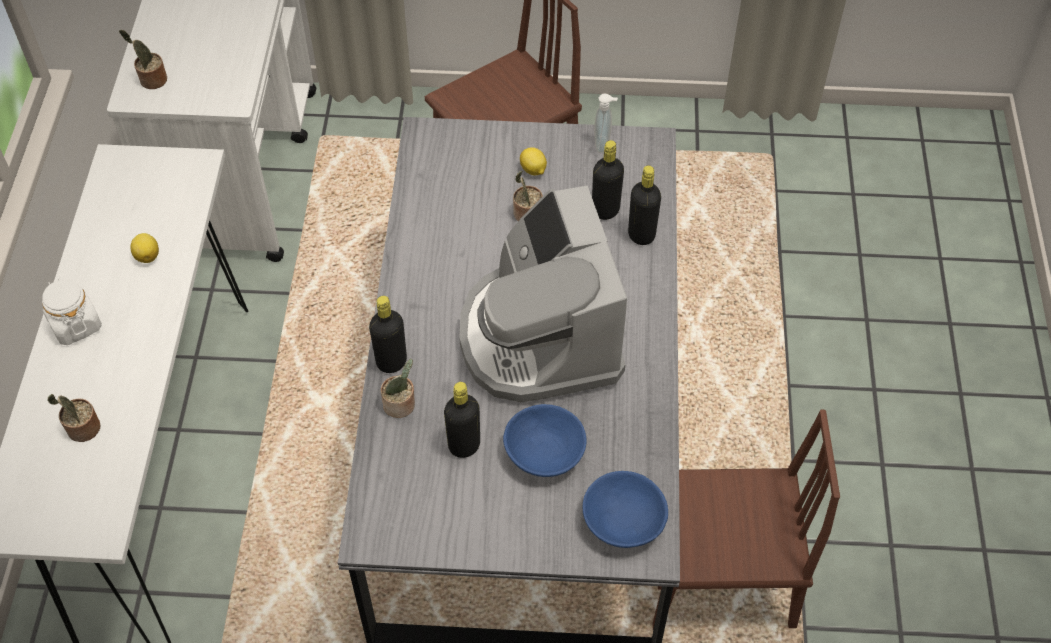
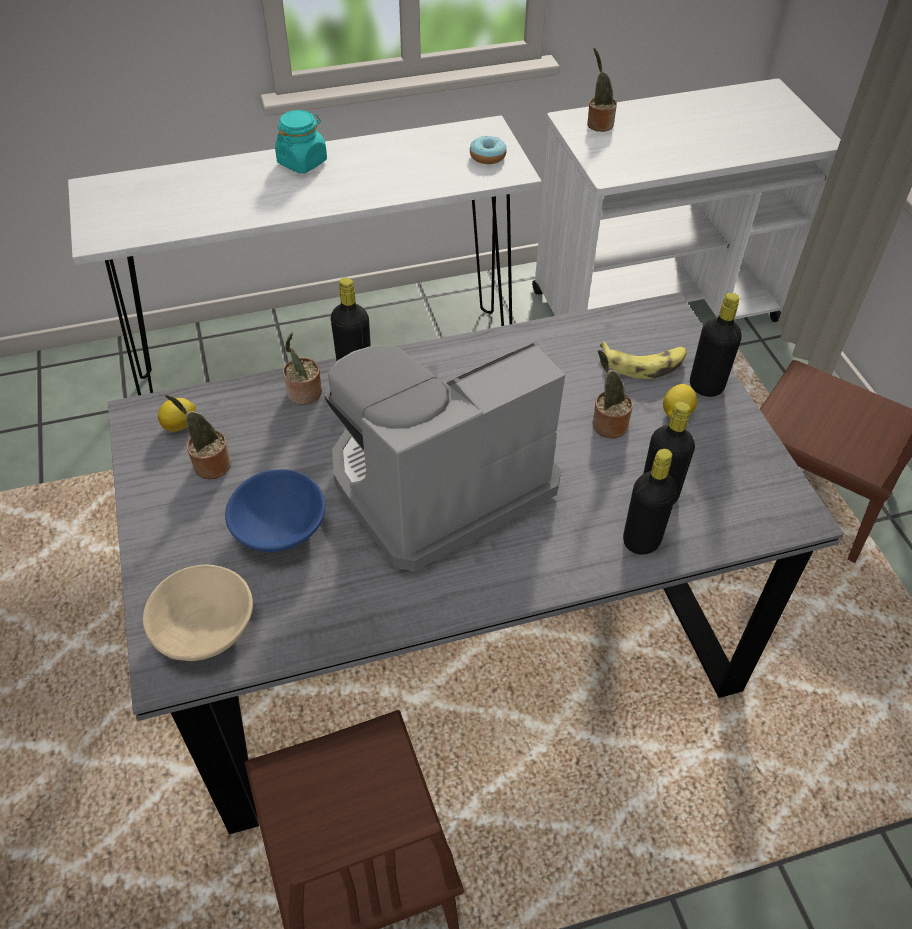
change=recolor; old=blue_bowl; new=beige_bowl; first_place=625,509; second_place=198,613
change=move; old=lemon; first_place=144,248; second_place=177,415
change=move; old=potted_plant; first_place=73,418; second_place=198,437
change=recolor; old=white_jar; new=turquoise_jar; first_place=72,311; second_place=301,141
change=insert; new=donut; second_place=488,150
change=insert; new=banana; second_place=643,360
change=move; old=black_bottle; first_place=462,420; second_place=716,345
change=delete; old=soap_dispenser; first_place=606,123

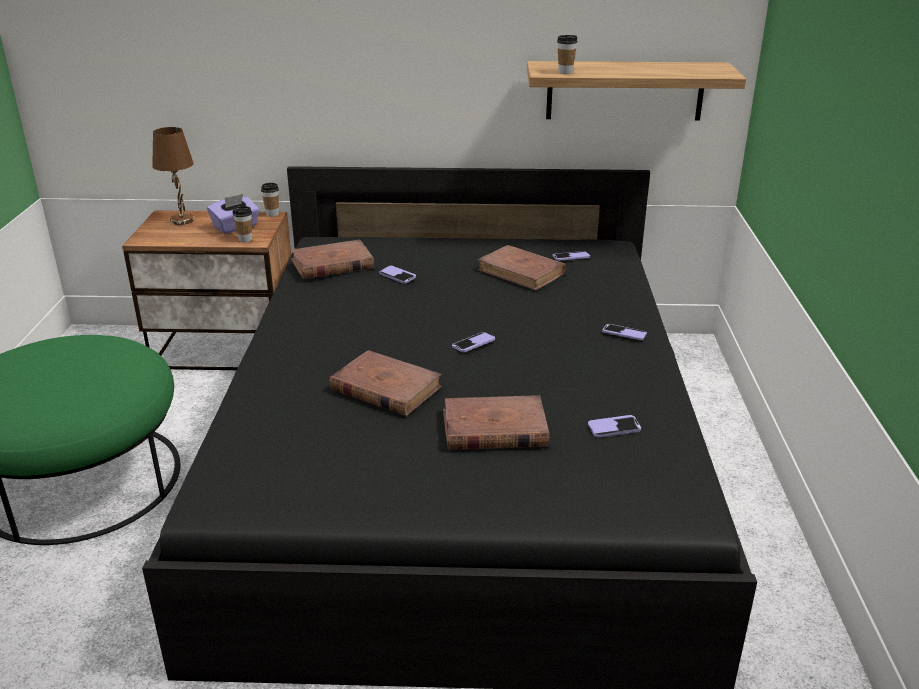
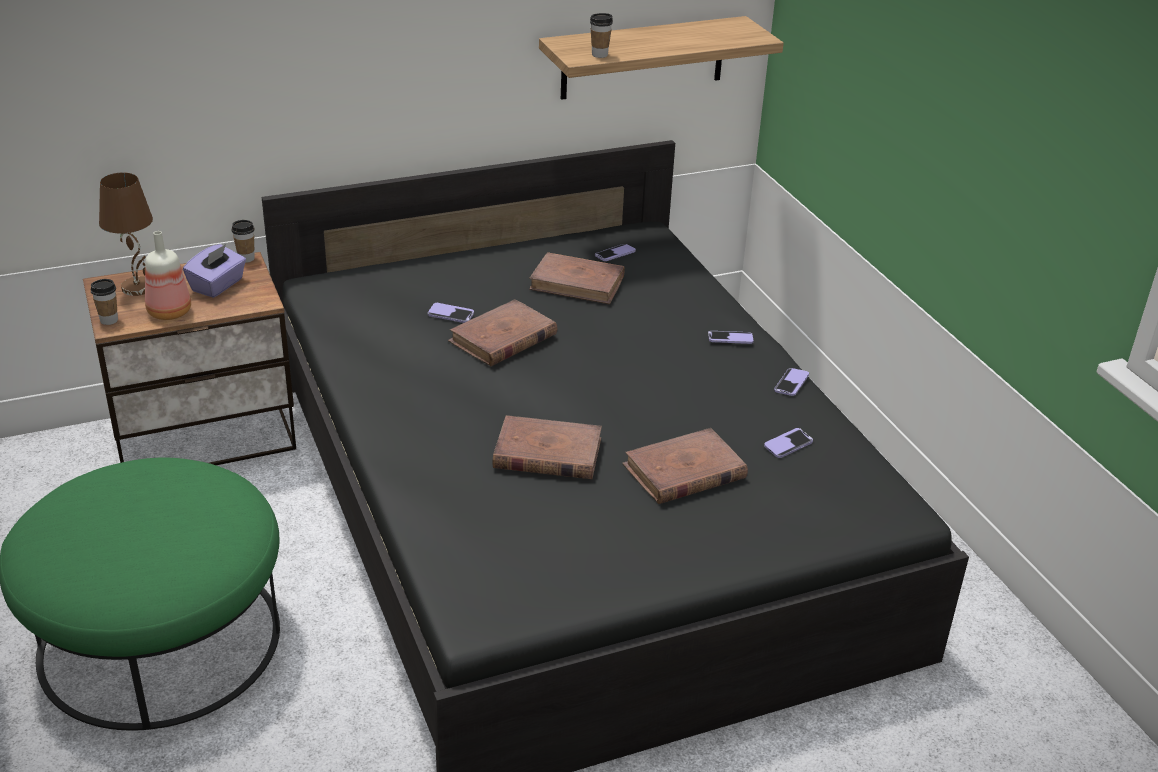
change=move; old=cup; first_place=242,224; second_place=104,302
change=insert; new=bottle; second_place=168,275
change=move; old=brown_book; first_place=332,259; second_place=502,332
change=move; old=phone; first_place=473,342; second_place=791,382

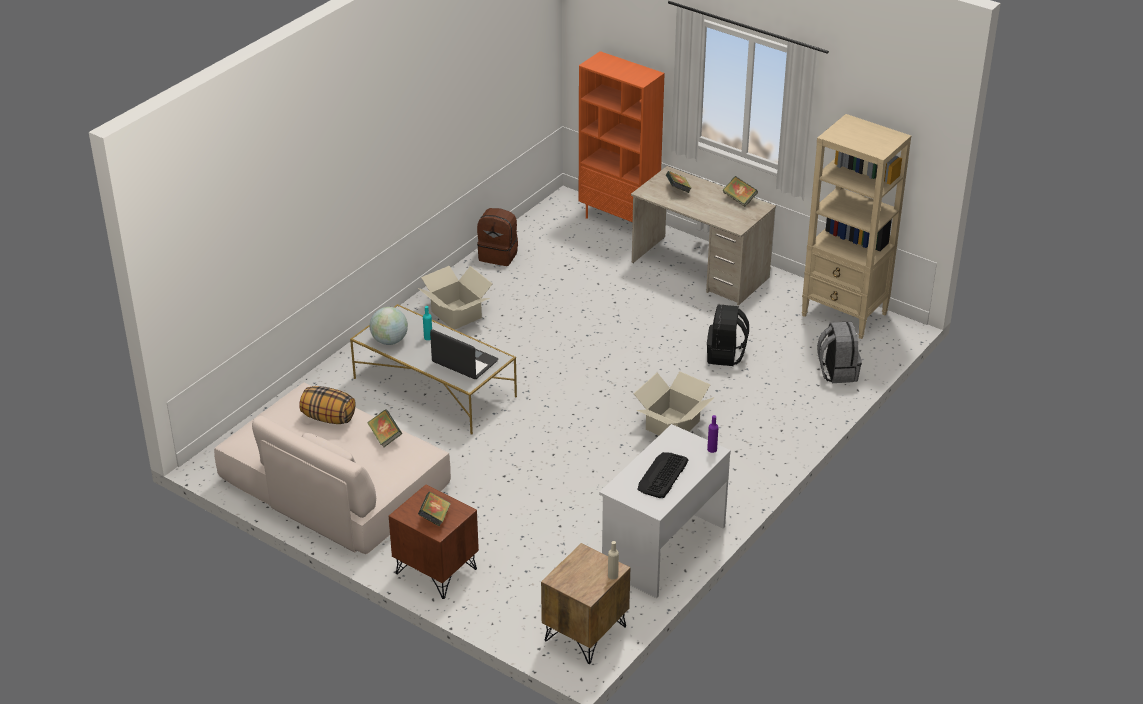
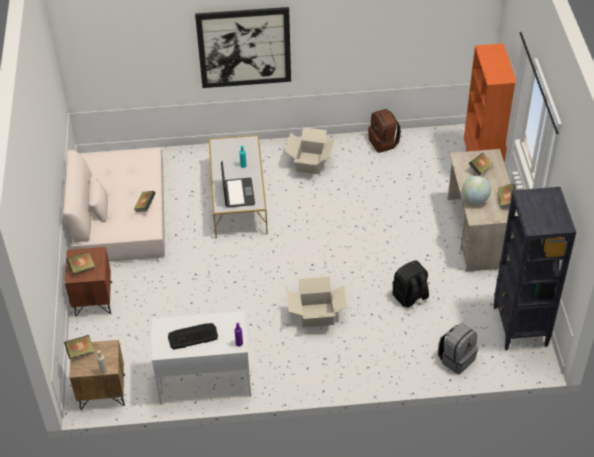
change=insert; new=book; second_place=79,347
change=insert; new=picture; second_place=243,47
change=move; old=globe; first_place=388,326; second_place=476,189
change=recolor; old=beige_bookcase; new=black_bookcase; first_place=856,226; second_place=534,268
change=delete; old=pillow; first_place=327,405

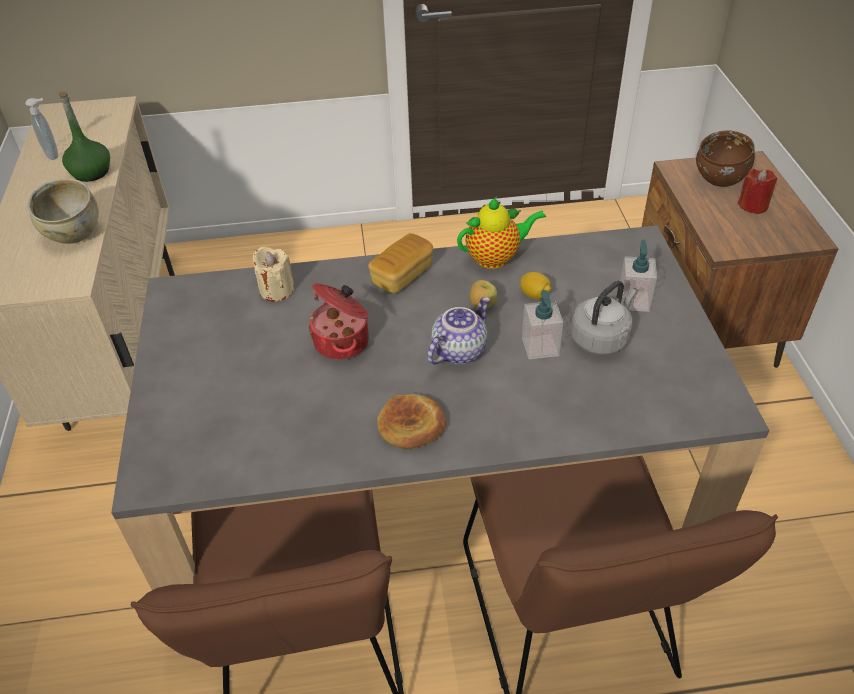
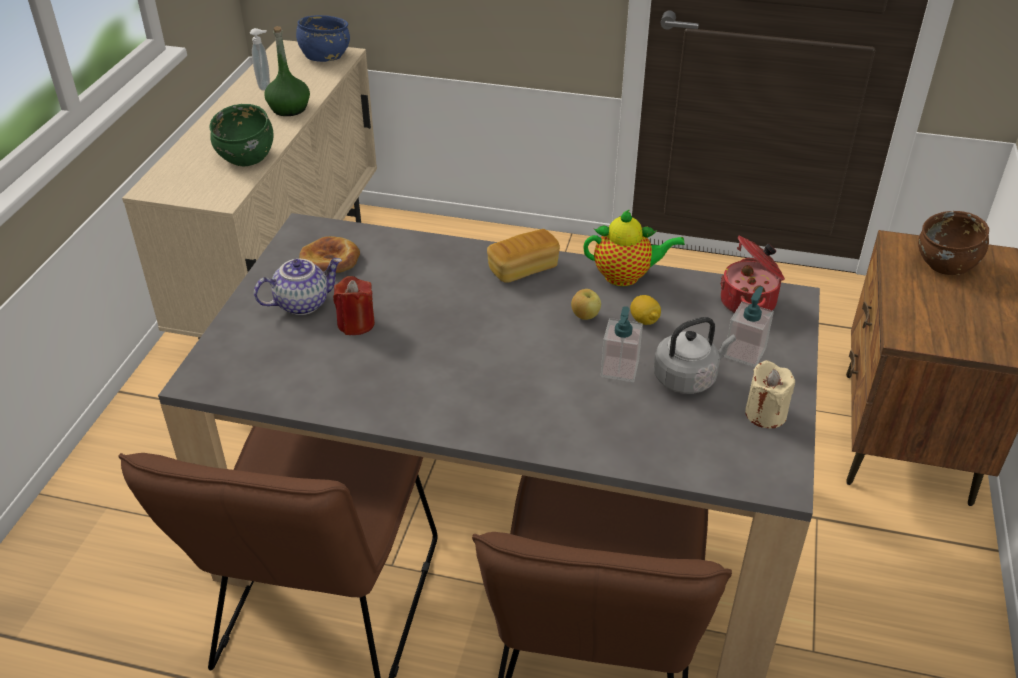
change=recolor; old=beige_bowl; new=green_bowl; first_place=63,211; second_place=241,135
change=move; old=teapot; first_place=458,331; second_place=298,286
change=insert; new=blue_bowl; second_place=323,38
change=move; old=bread; first_place=411,421; second_place=329,254
change=move; old=red_candle; first_place=757,191; second_place=354,305
change=move; old=cooking_pot; first_place=338,321; second_place=752,274
change=move; old=beige_candle; first_place=273,274; second_place=770,394

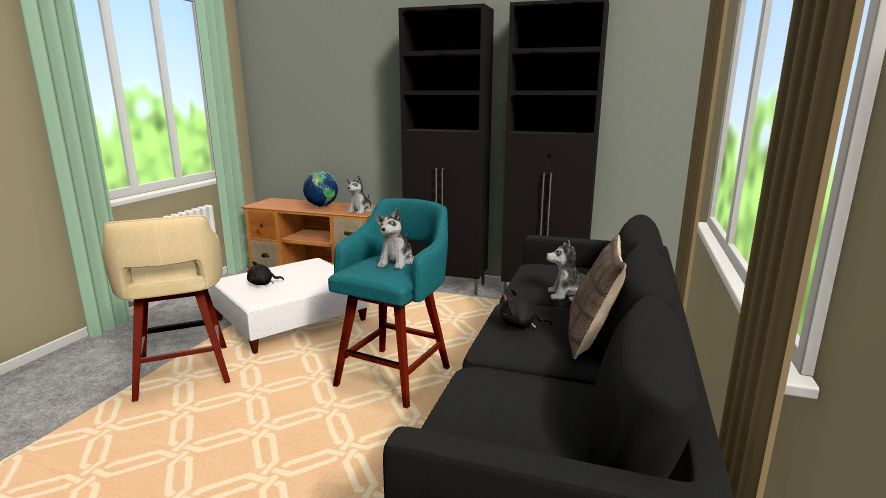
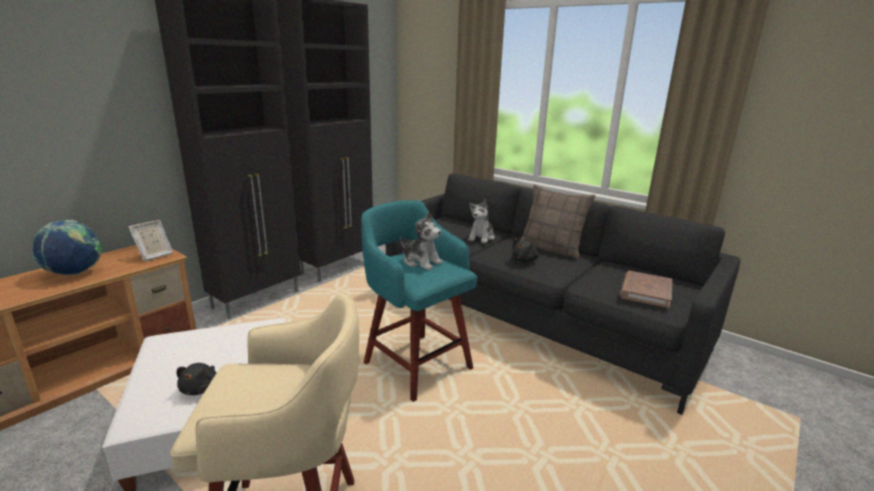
change=replace; old=plush_toy; new=picture_frame; first_place=359,195; second_place=150,240
change=insert; new=brown_book; second_place=646,289

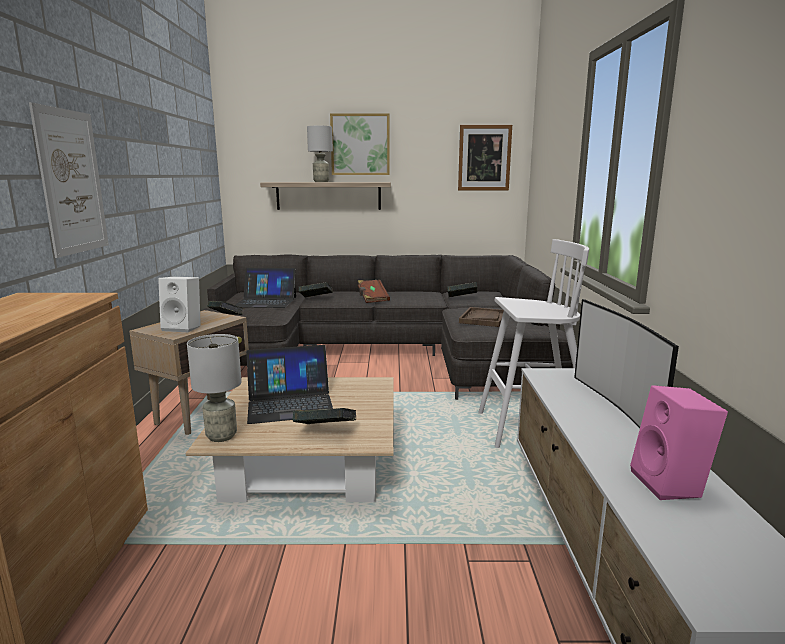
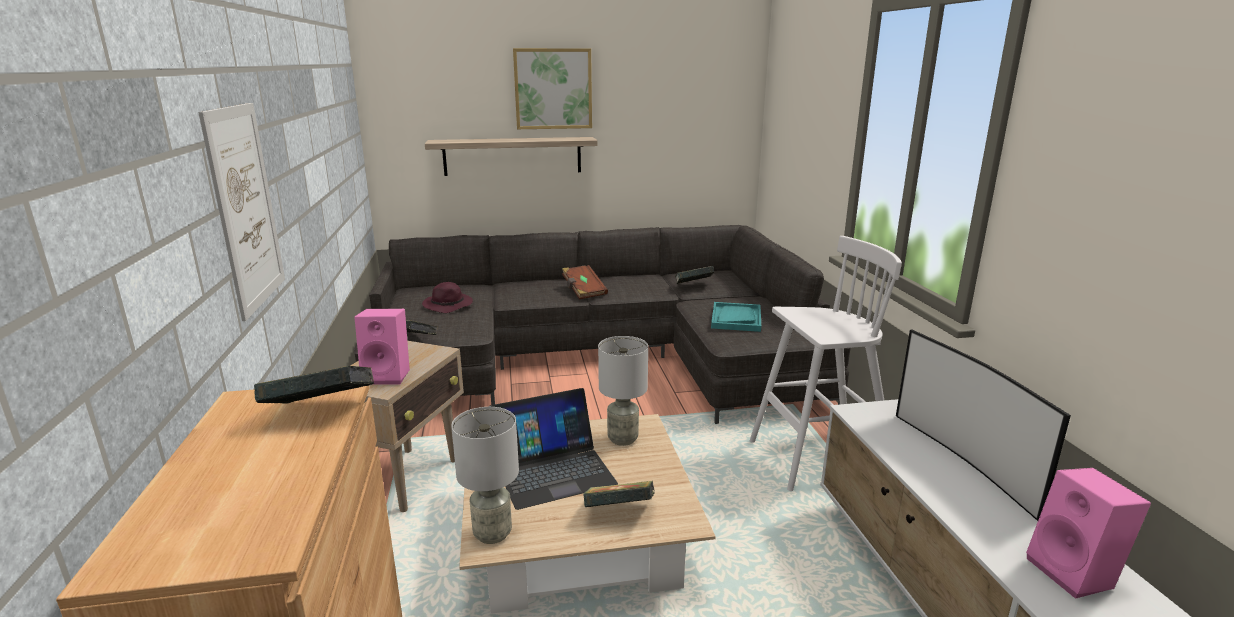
change=move; old=book; first_place=316,290; second_place=314,385
change=recolor; old=white_speaker; new=pink_speaker; first_place=179,304; second_place=382,347
change=replace; old=laptop; new=purple_hat; first_place=265,288; second_place=447,297
change=move; old=grey_table_lamp; first_place=320,154; second_place=623,391
change=recolor; old=brown_tray; new=turquoise_tray; first_place=481,317; second_place=736,317
change=delete; old=picture; first_place=485,157

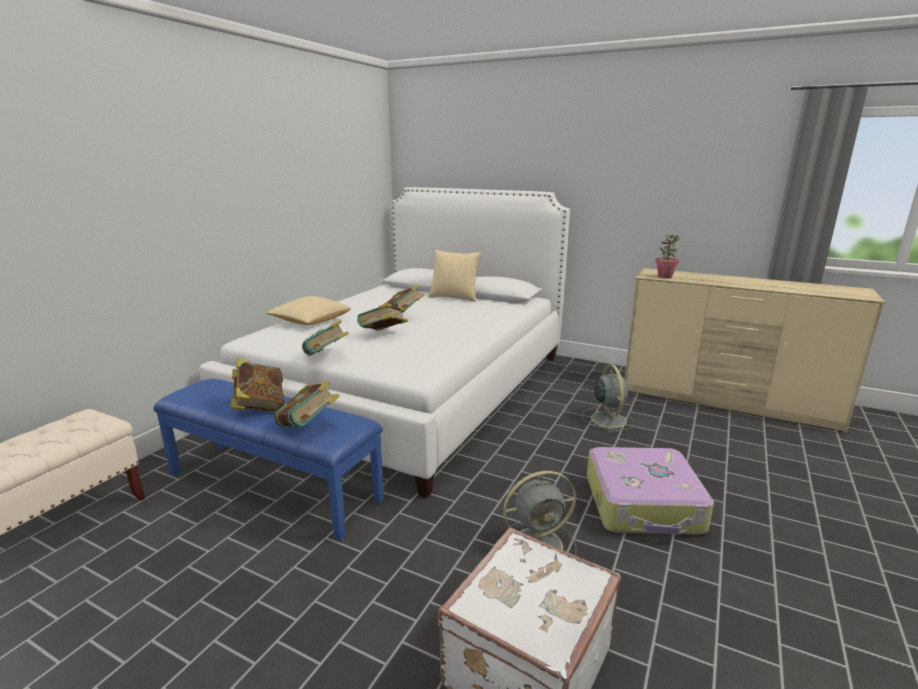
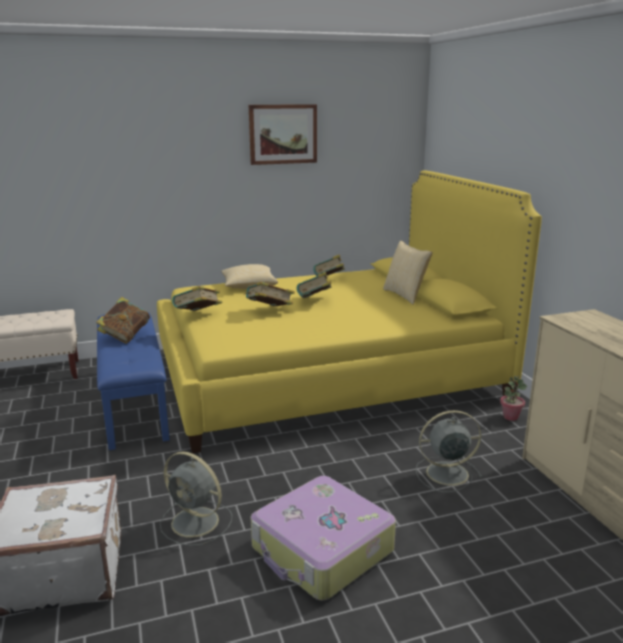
change=recolor; old=white_bed; new=yellow_bed; first_place=384,342; second_place=349,312
change=insert; new=picture; second_place=283,134
change=move; old=book; first_place=307,404; second_place=329,265
change=rotate; old=grey_fan; first_place=608,399; second_place=449,451; degrees=-135
change=move; old=potted_plant; first_place=667,256; second_place=513,398

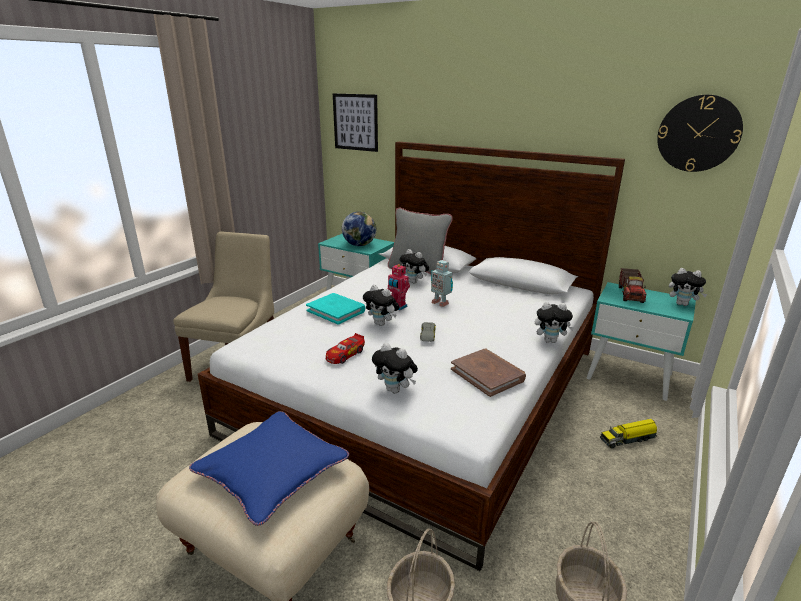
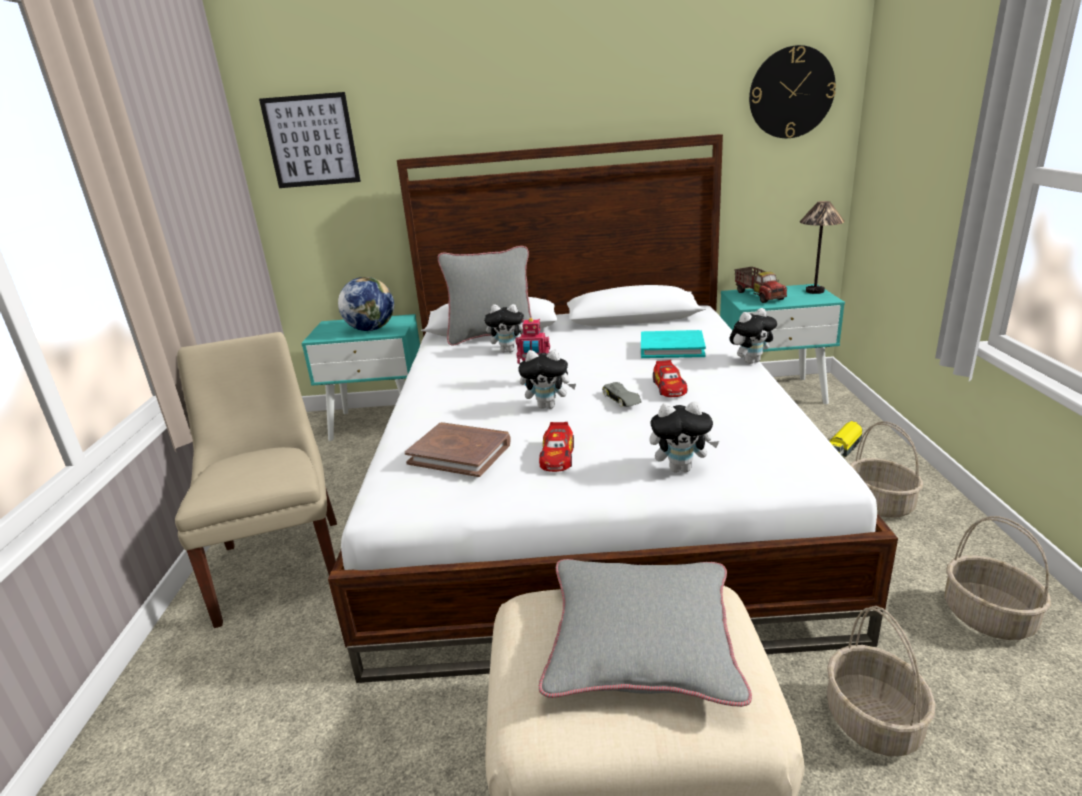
change=move; old=brown_book; first_place=488,373; second_place=458,449
change=recolor; old=blue_pillow; new=grey_pillow; first_place=269,468; second_place=645,633
change=move; old=turquoise_book; first_place=336,309; second_place=673,344
change=insert; new=toy_car; second_place=670,378
change=replace; old=plush_toy; new=table_lamp; first_place=688,287; second_place=822,247
change=insert; new=basket; second_place=886,469
change=delete; old=toy_robot; first_place=442,283

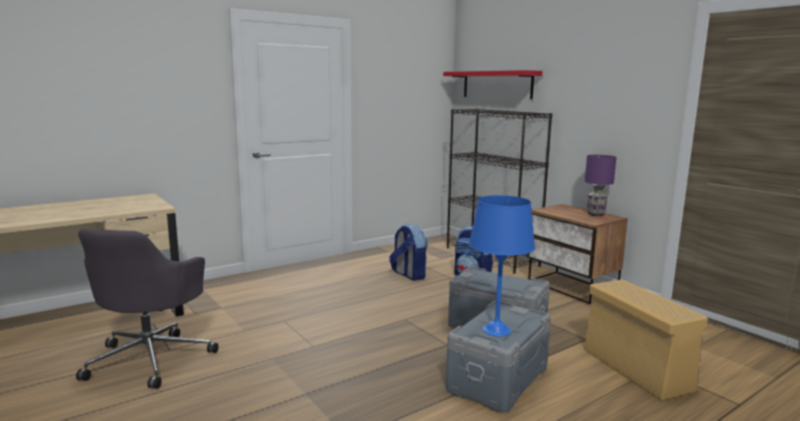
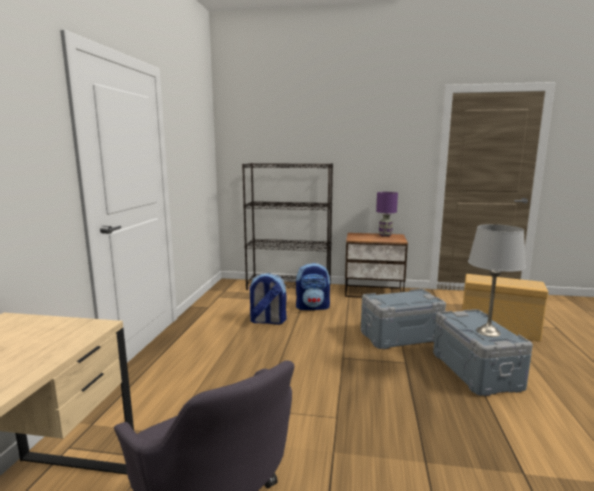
change=recolor; old=blue_table_lamp; new=grey_table_lamp; first_place=502,265; second_place=497,280
change=delete; old=red_shelf; first_place=492,84

